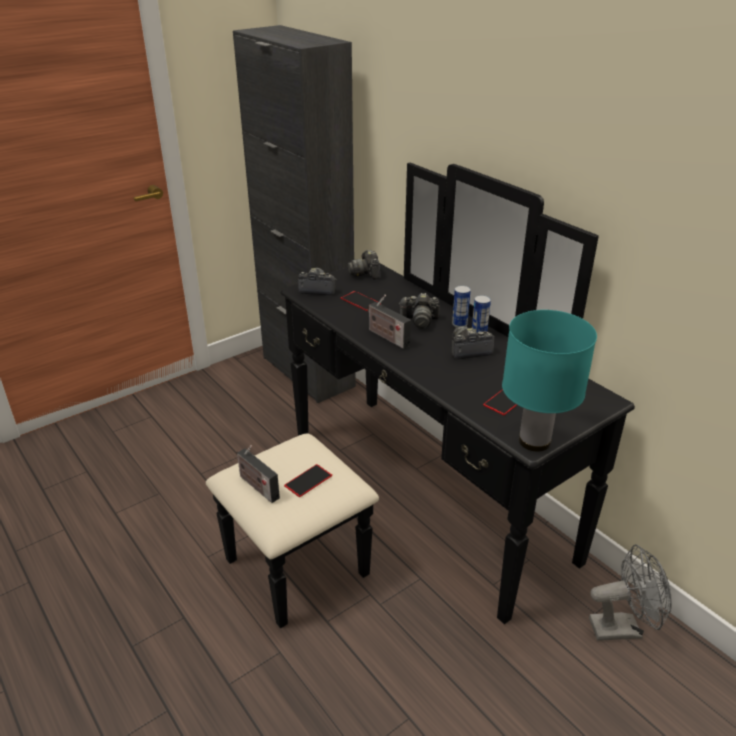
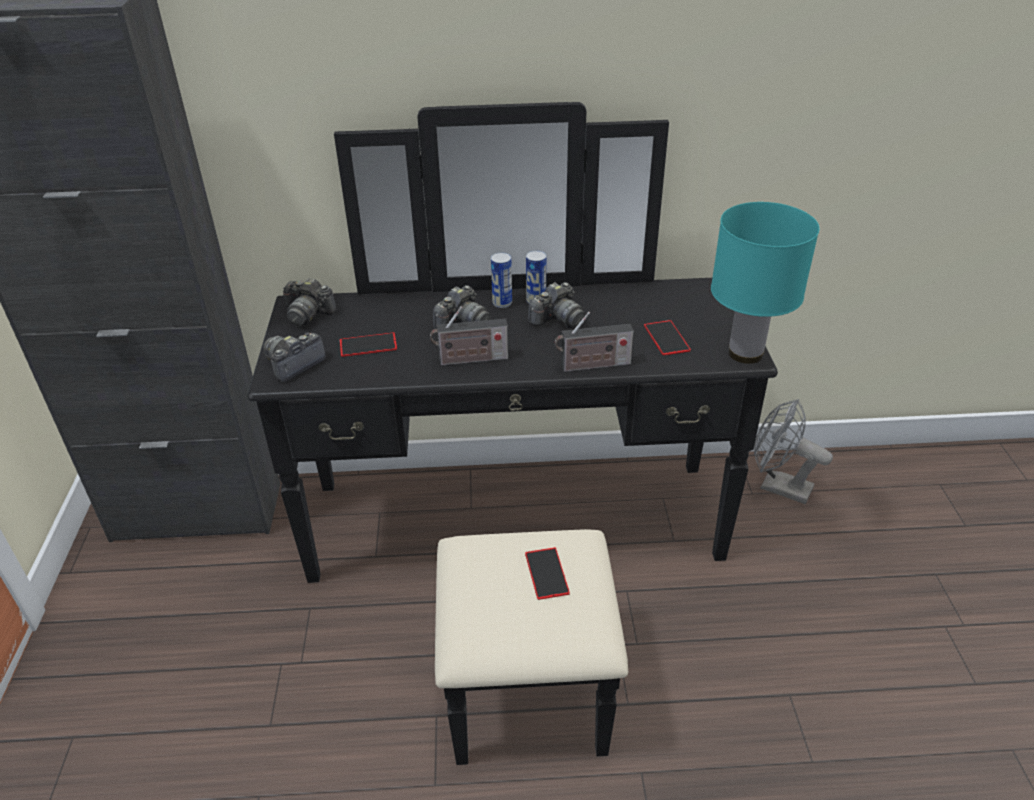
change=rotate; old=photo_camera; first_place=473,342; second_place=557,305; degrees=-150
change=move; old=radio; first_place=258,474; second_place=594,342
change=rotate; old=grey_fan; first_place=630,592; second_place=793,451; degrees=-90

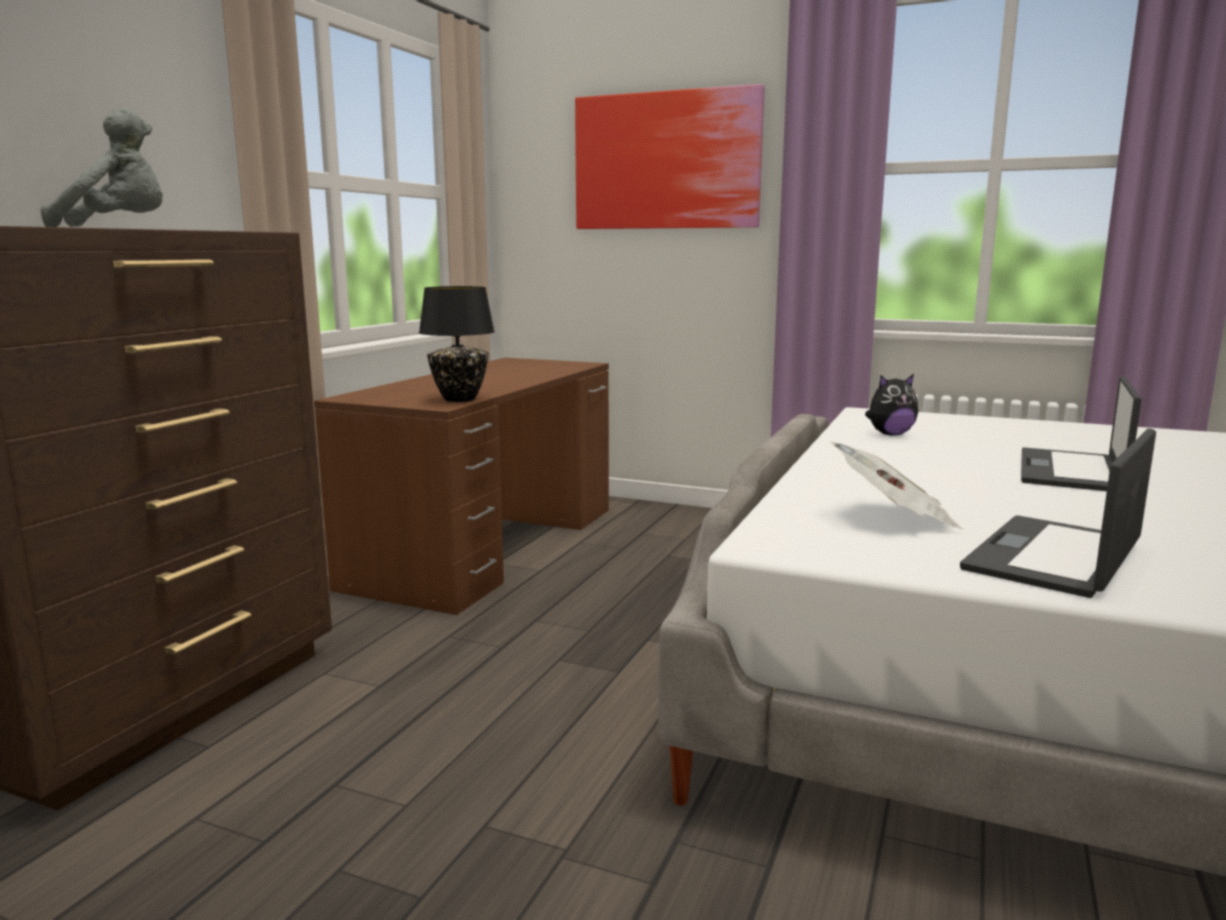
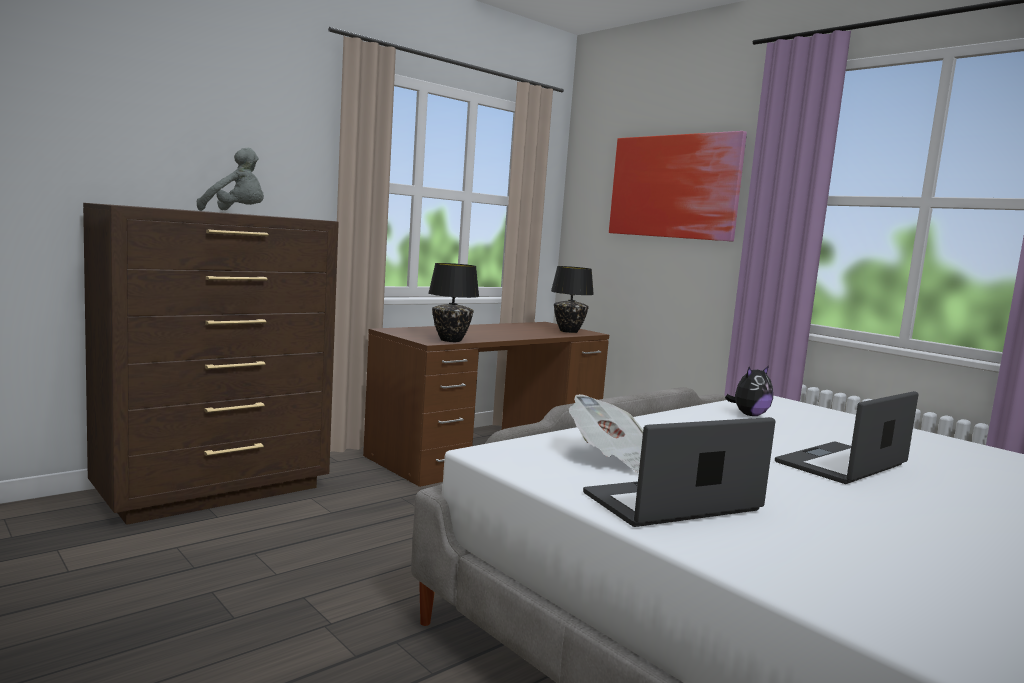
change=insert; new=black_table_lamp; second_place=572,299
change=rotate; old=plush_toy; first_place=891,404; second_place=749,391; degrees=-45

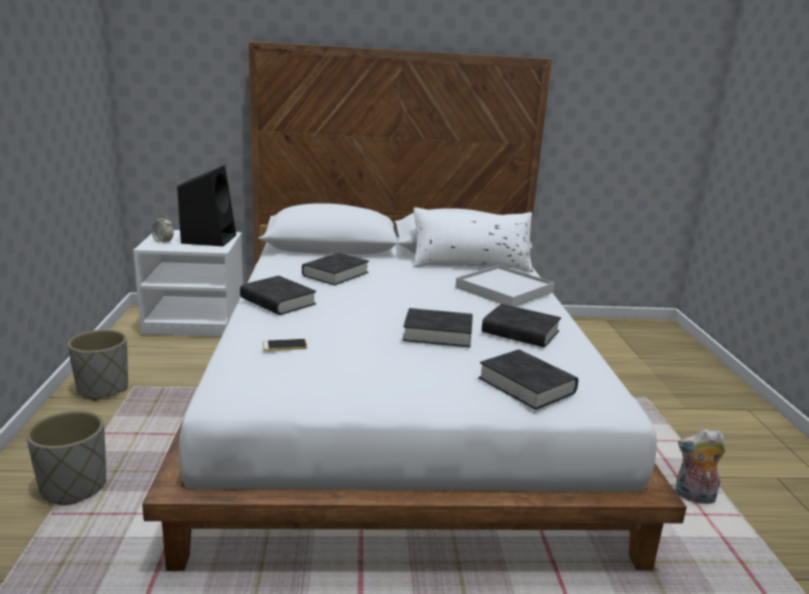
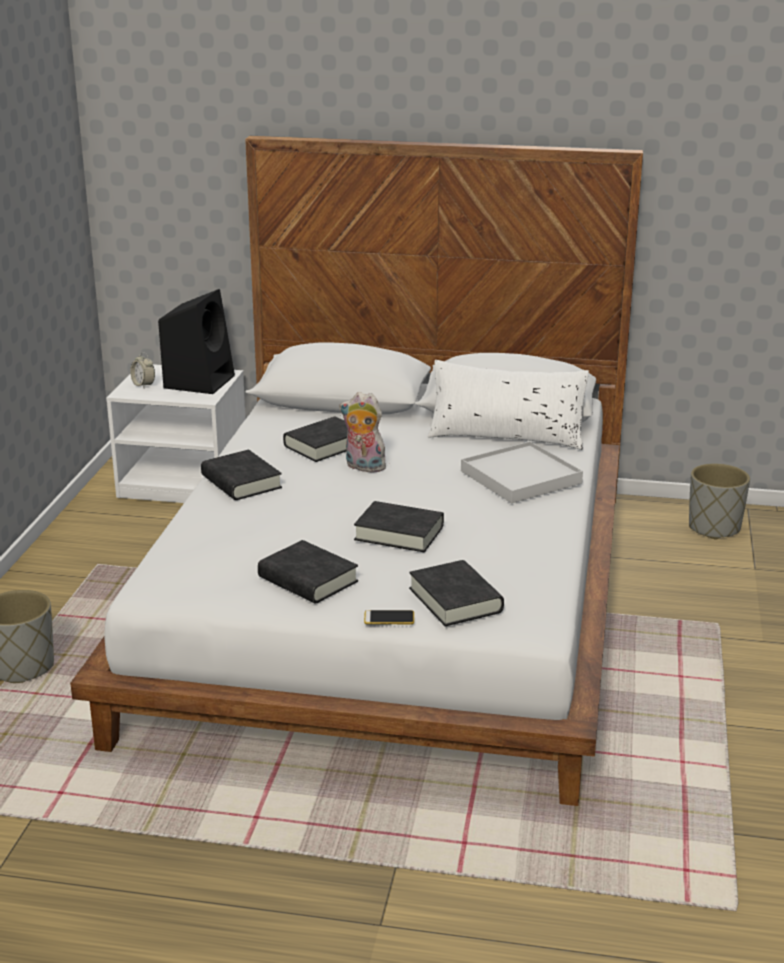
change=move; old=black_book; first_place=521,326; second_place=308,572
change=move; old=plush_toy; first_place=700,466; second_place=363,433
change=move; old=phone; first_place=285,345; second_place=389,617
change=move; old=grey_planter; first_place=98,365; second_place=719,502

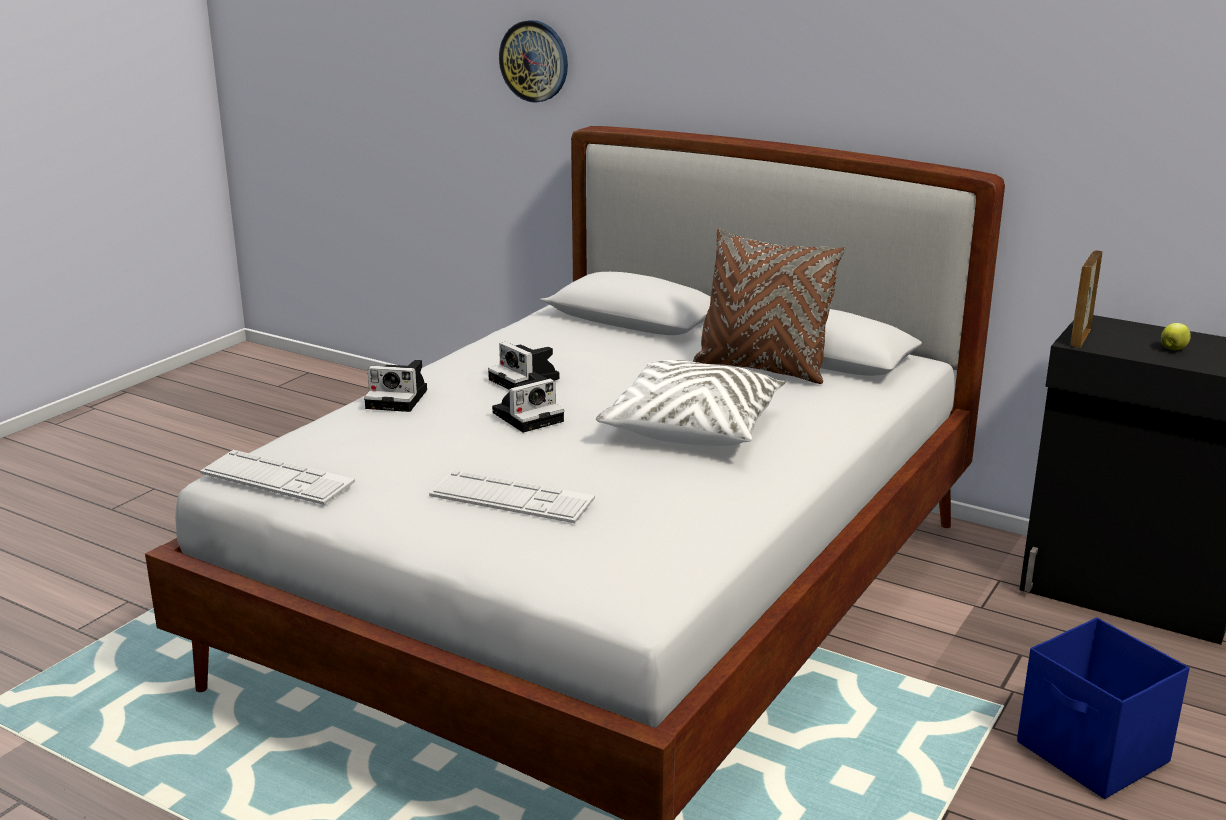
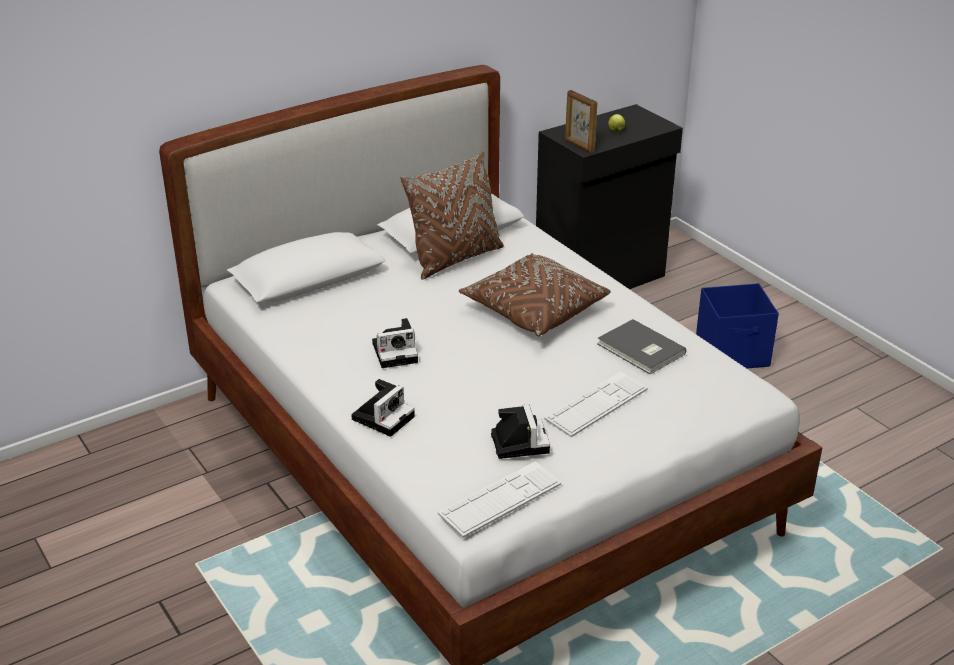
change=recolor; old=white_pillow; new=brown_pillow; first_place=690,403; second_place=534,294
change=move; old=photo_camera; first_place=528,402; second_place=520,431
change=insert; new=grey_book; second_place=641,346
change=delete; old=wall_clock; first_place=533,61

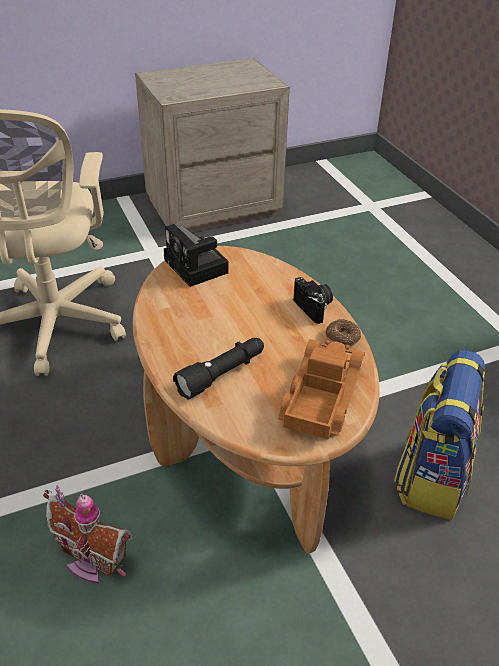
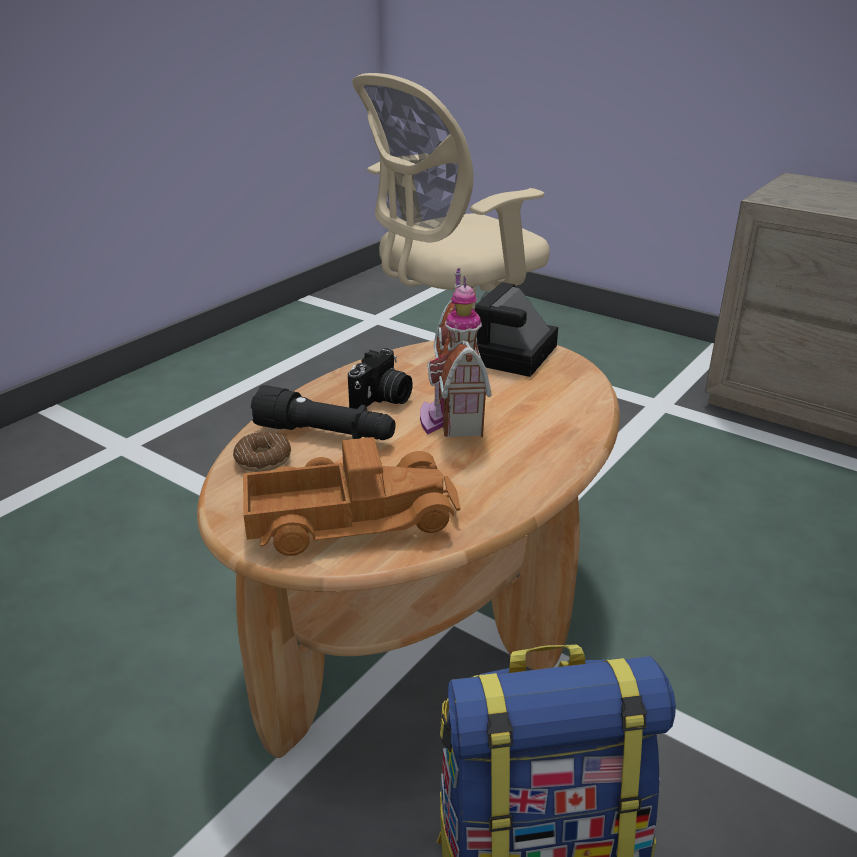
change=move; old=donut; first_place=343,332; second_place=262,452
change=move; old=photo_camera; first_place=313,300; second_place=380,378
change=move; old=toy_house; first_place=88,534; second_place=456,352

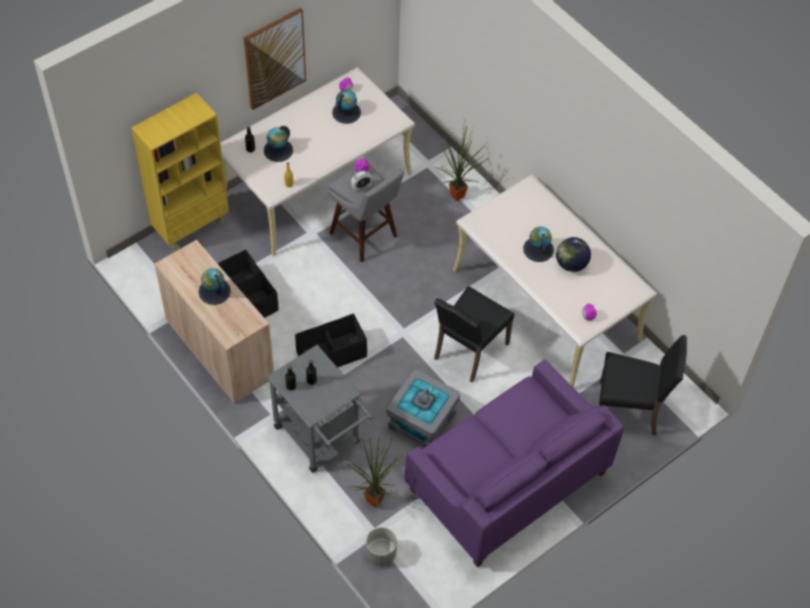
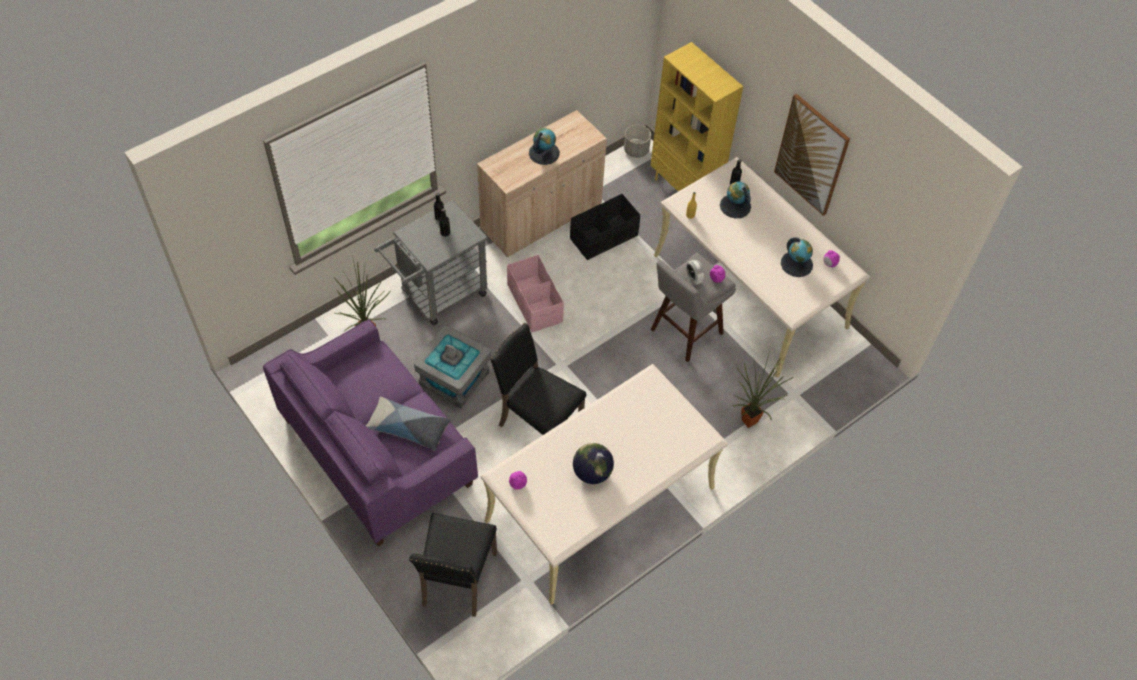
change=insert; new=pillow; second_place=408,424
change=recolor; old=black_storage_box; new=pink_storage_box; first_place=331,340; second_place=535,294
change=move; old=grey_planter; first_place=381,546; second_place=637,141
change=delete; old=globe; first_place=538,244

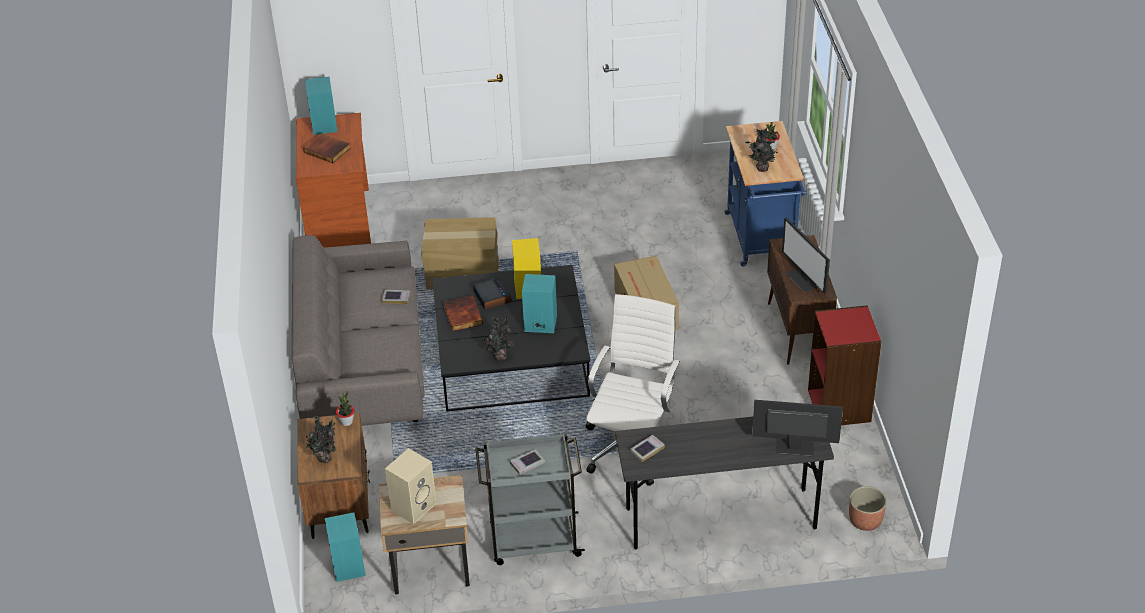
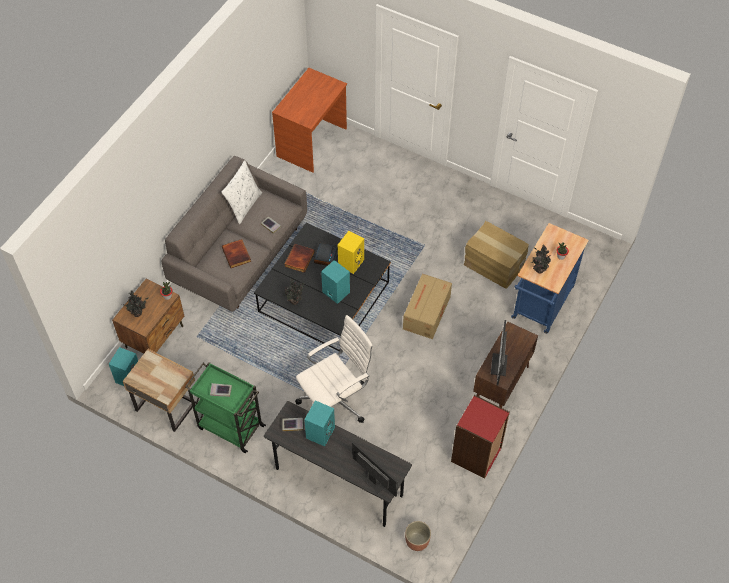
change=recolor; old=grey_cart; new=green_cart; first_place=530,499; second_place=225,407
change=insert; new=white_pillow; second_place=242,192
change=move; old=book; first_place=327,148; second_place=236,253
change=move; old=turquoise_speaker; first_place=321,106; second_place=319,423
change=move; old=cardboard_box; first_place=460,253; second_place=496,255
change=delete; old=beige_speaker; first_place=411,486

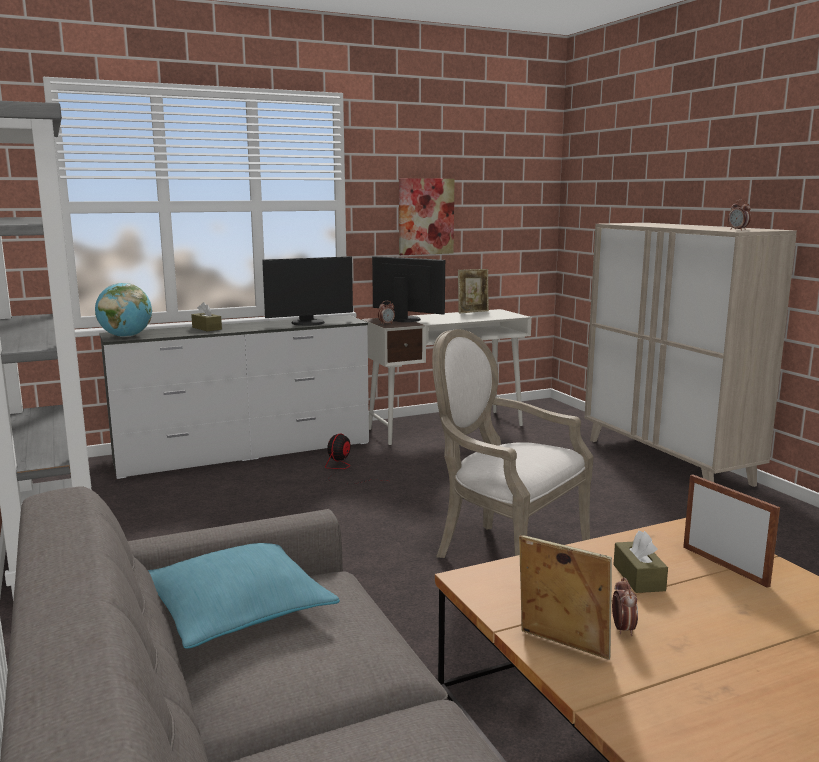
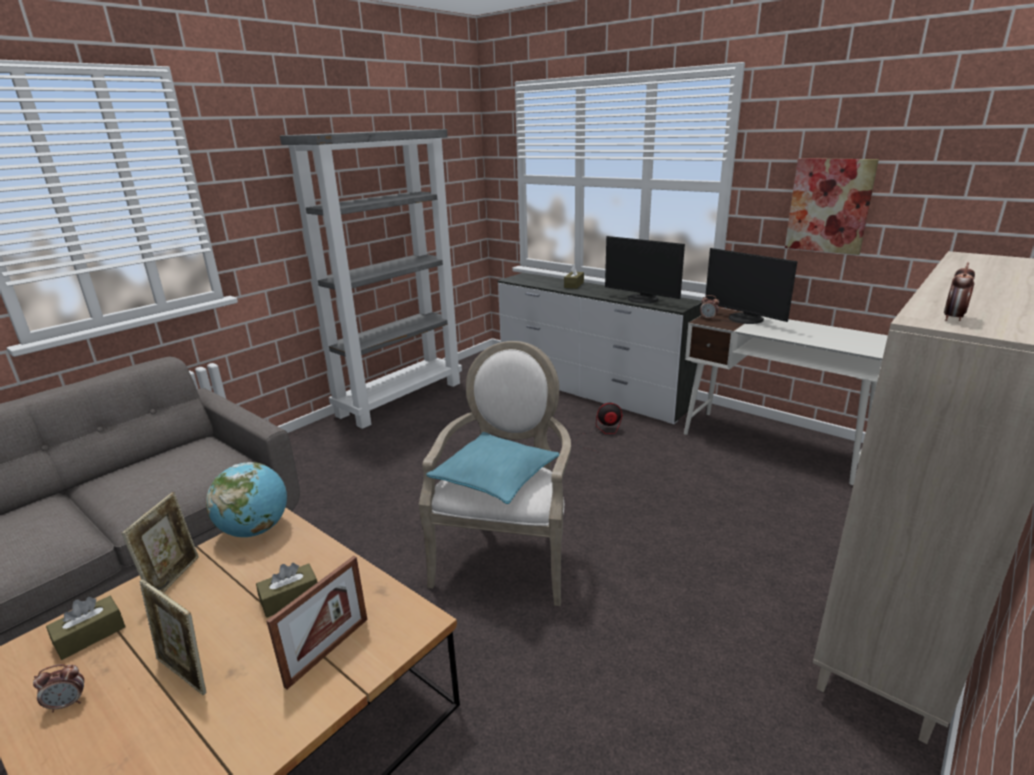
change=move; old=alarm_clock; first_place=625,606; second_place=58,688
change=insert; new=brown_tissue_box; second_place=86,628
change=move; old=picture_frame; first_place=473,291; second_place=173,637
change=move; old=globe; first_place=123,310; second_place=246,499
change=move; old=turquoise_pillow; first_place=244,596; second_place=492,468
change=rotate; old=monitor; first_place=408,289; second_place=751,286; degrees=135

